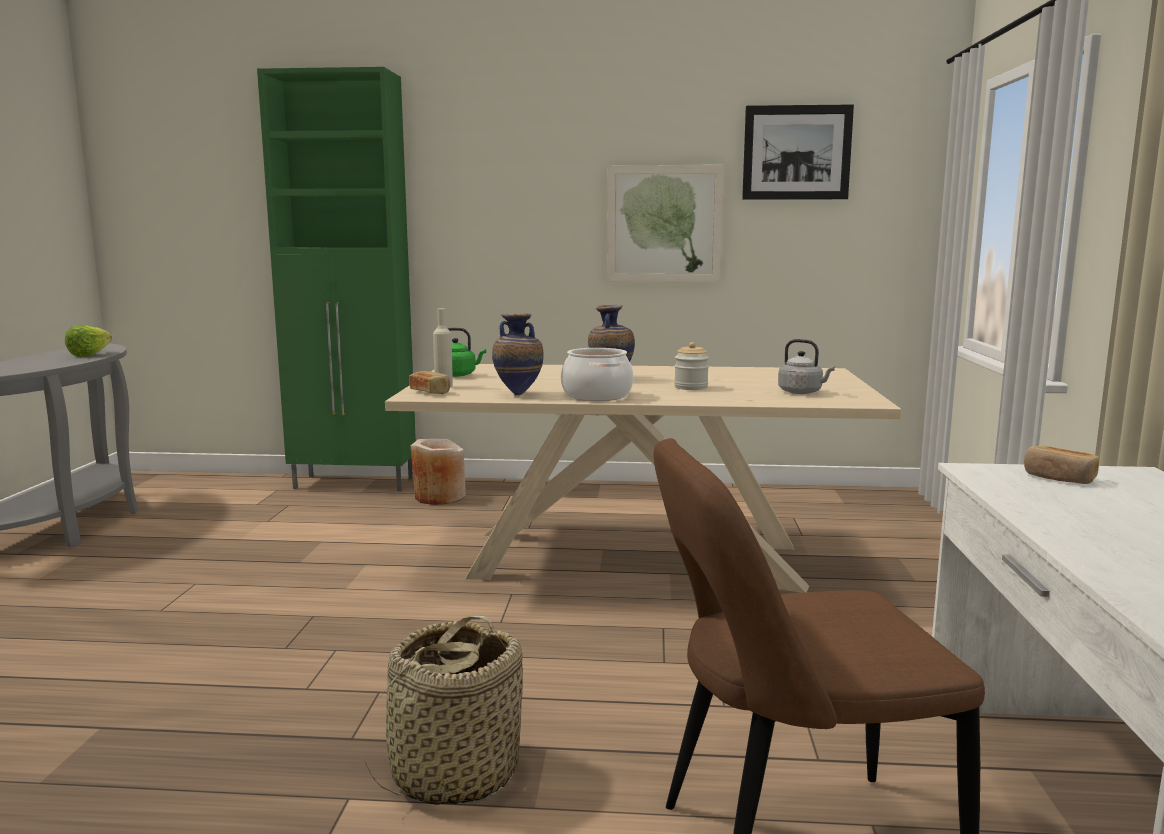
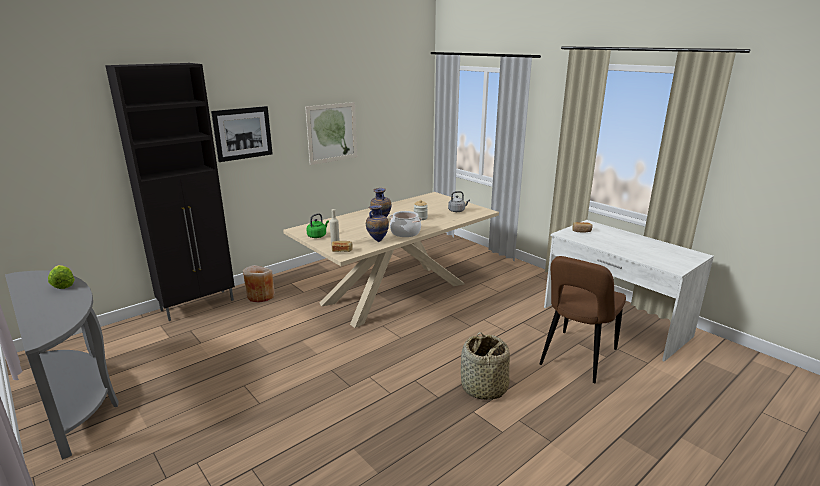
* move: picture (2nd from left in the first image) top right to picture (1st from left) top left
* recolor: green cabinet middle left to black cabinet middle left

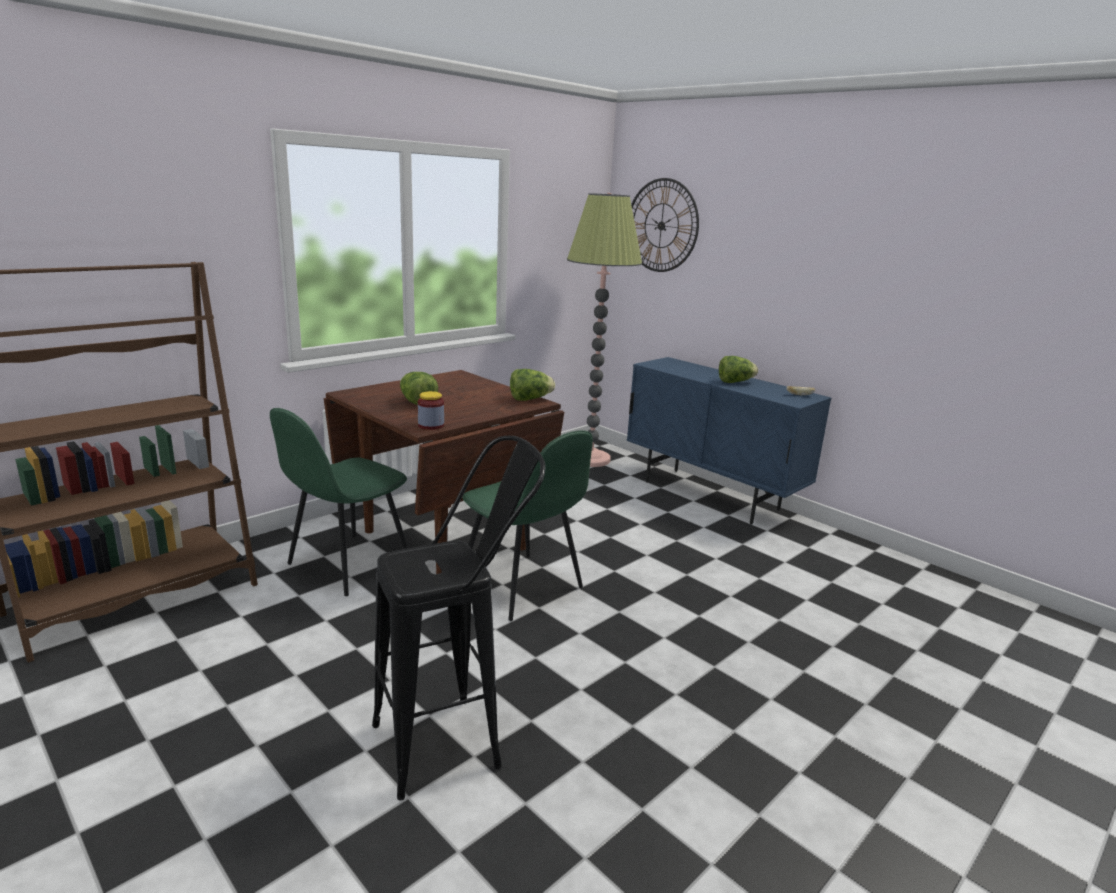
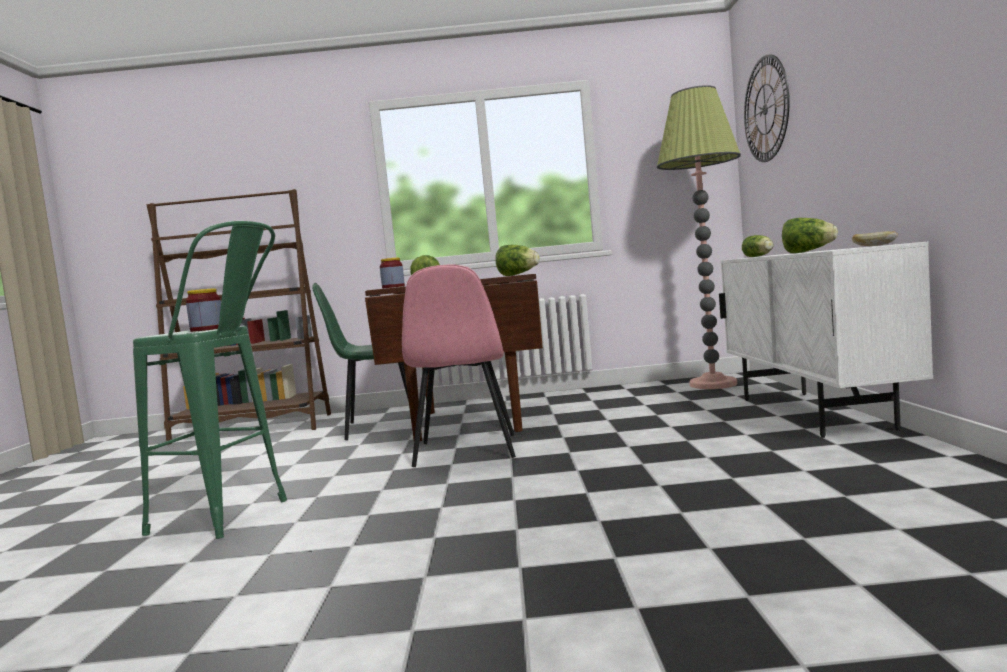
* insert: jar (1st from left) middle left
* insert: lettuce (3rd from left) middle right
* recolor: black stool bottom centre to green stool middle left
* recolor: green chair (2nd from left) centre to pink chair centre
* recolor: blue cabinet centre to white cabinet middle right

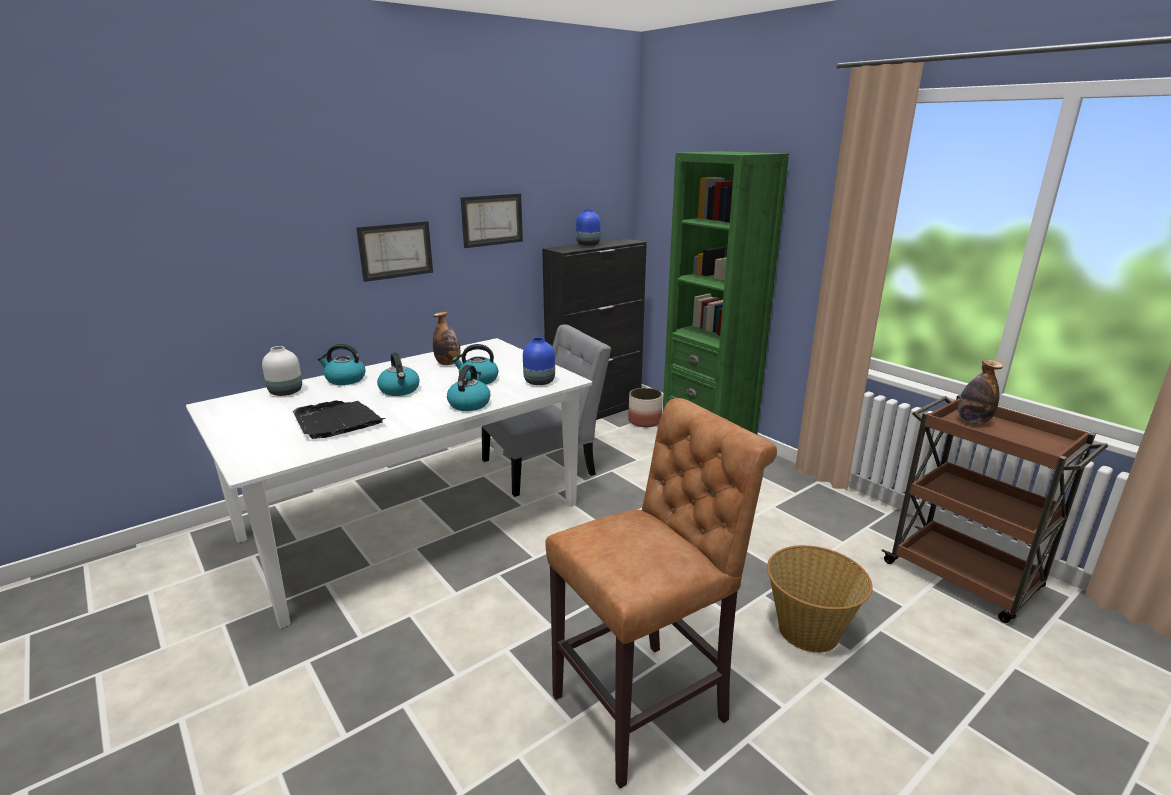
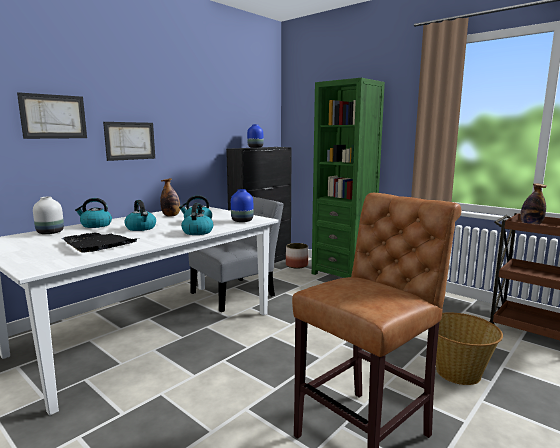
* move: picture (2nd from left in the first image) top centre to picture (1st from left) top left

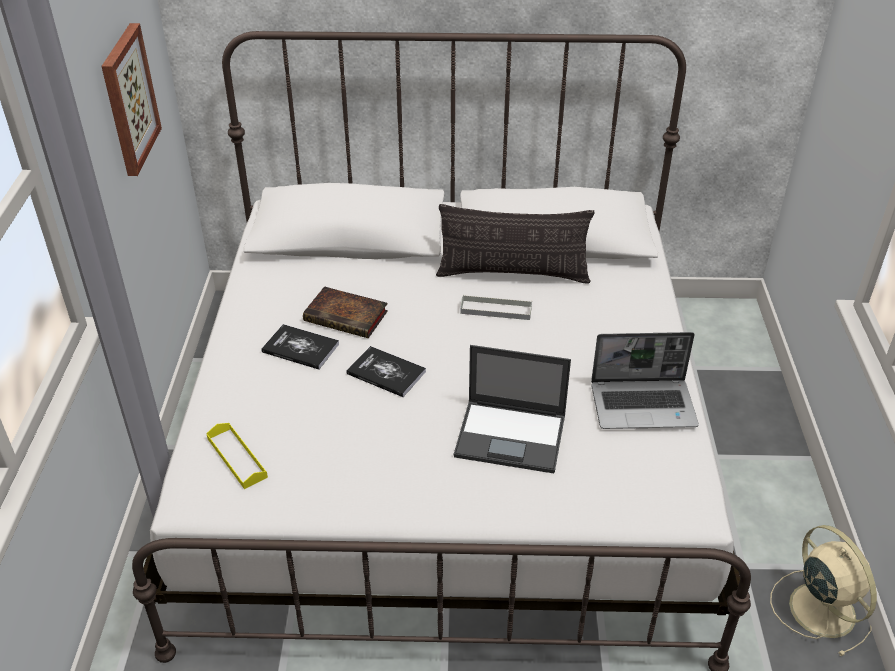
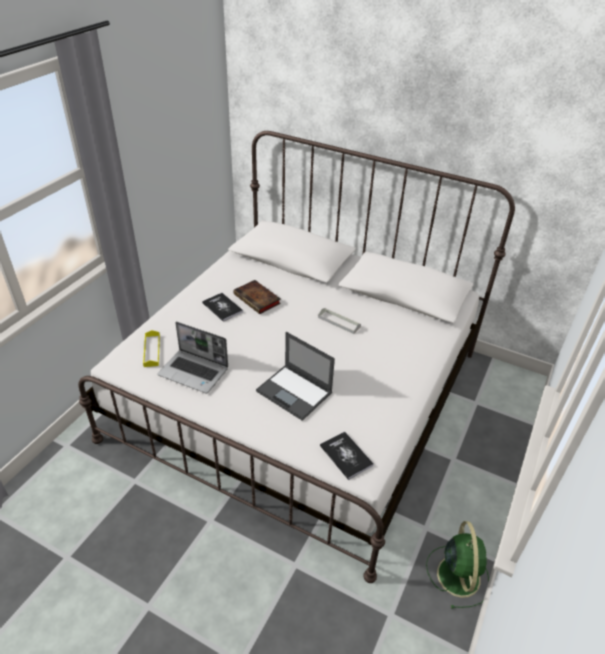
* delete: picture top left
* delete: pillow centre
* move: book (3rd from left) centre to bottom centre
* move: laptop (2nd from left in the first image) middle right to laptop (1st from left) middle left
* recolor: beige fan bottom right to green fan bottom right

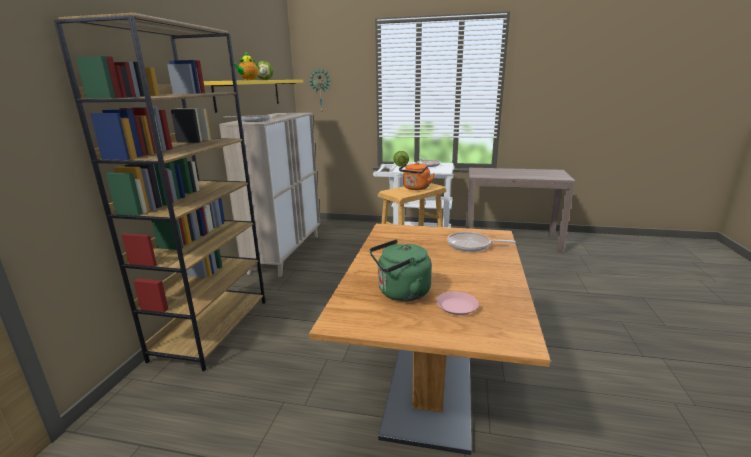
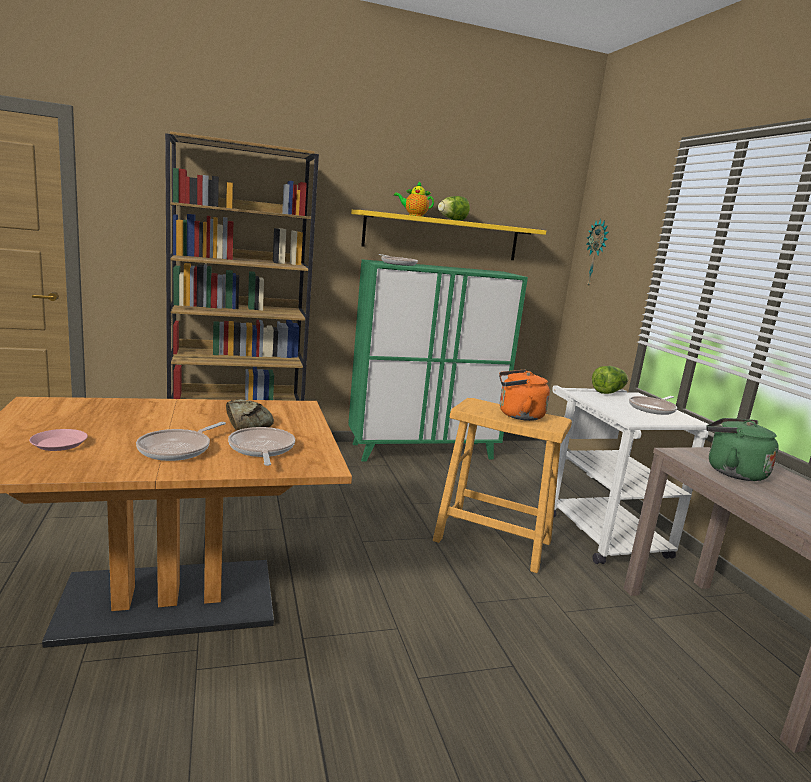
* insert: frying pan (1st from left) middle left
* insert: bread middle left
* move: green kettle centre to middle right
* recolor: beige cabinet centre to green cabinet centre

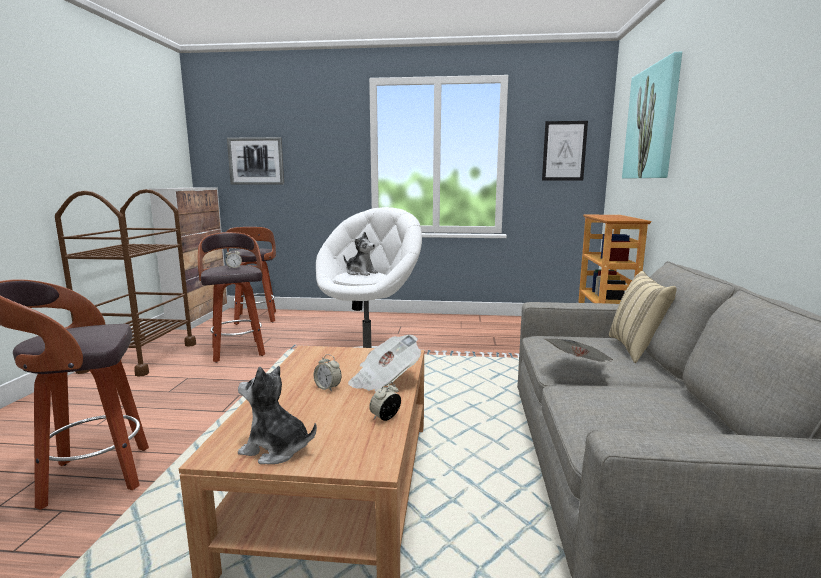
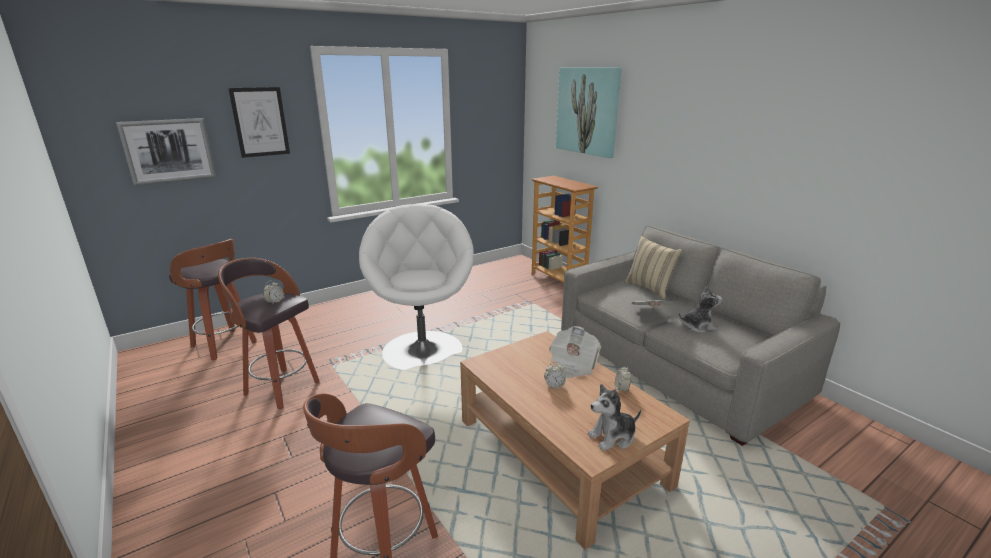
* delete: brown cart middle left
* delete: cabinet middle left
* move: plush toy (2nd from left) centre to middle right
* move: picture (2nd from left) top right to top left

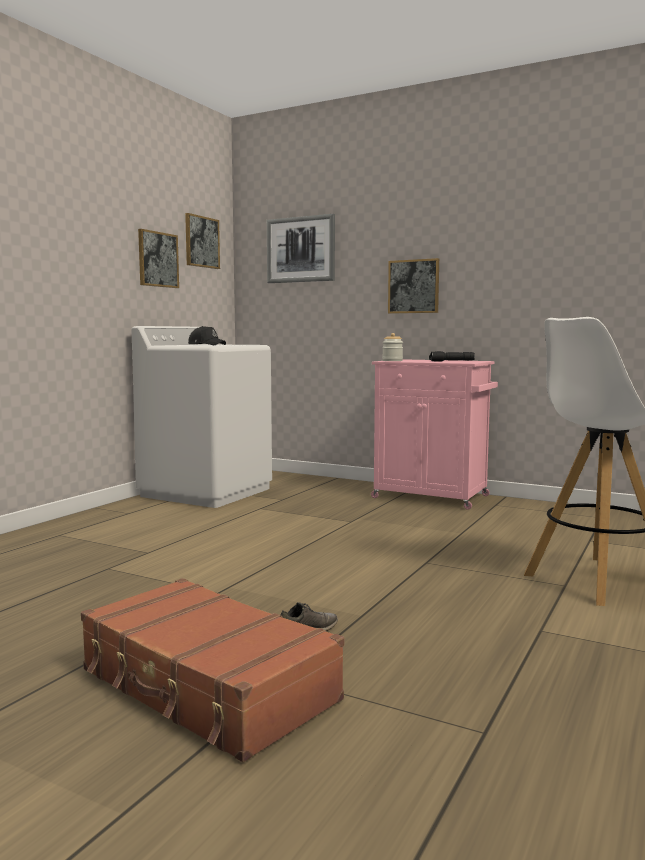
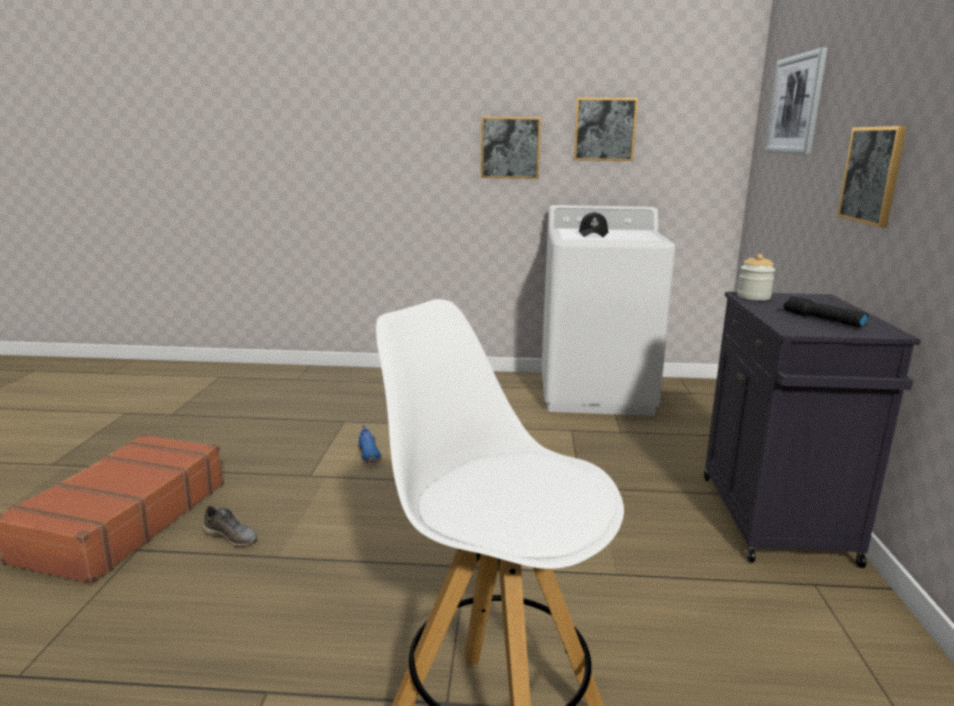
* insert: blue shoe centre
* move: picture (2nd from left in the first image) top left to picture (1st from left) top centre
* recolor: pink cabinet middle right to black cabinet middle right

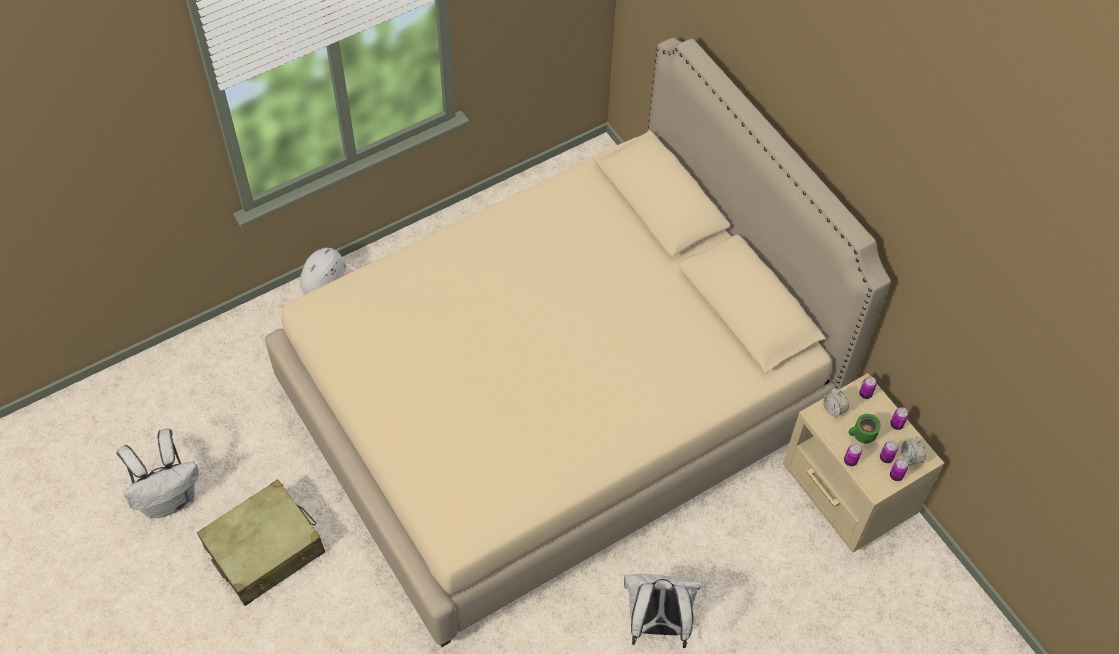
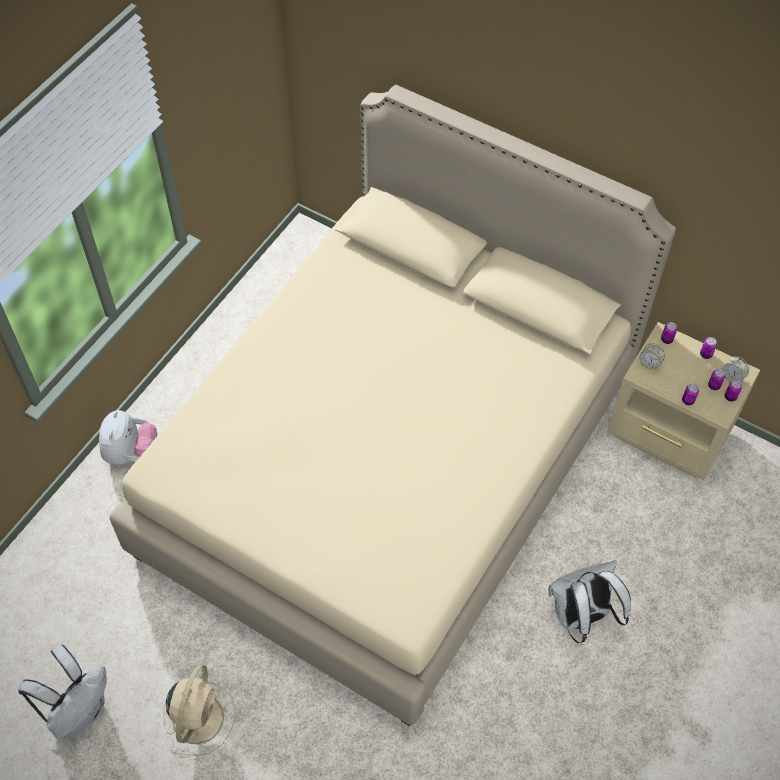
* delete: green mug middle right
* replace: beige suitcase bottom left to beige fan bottom left

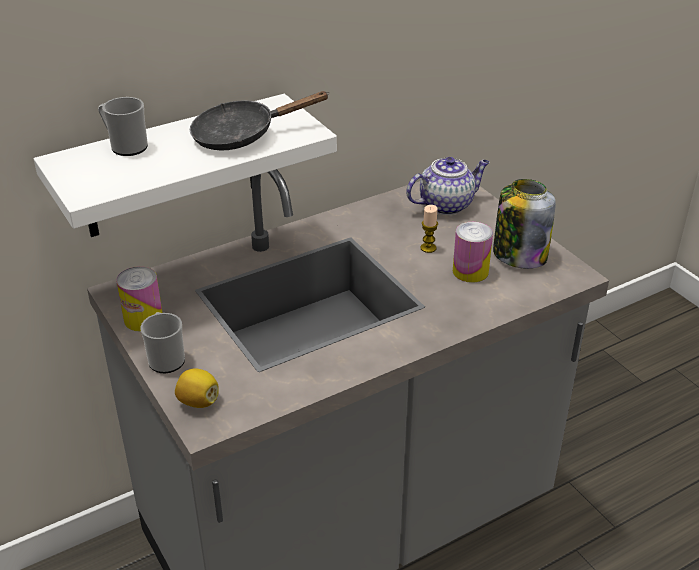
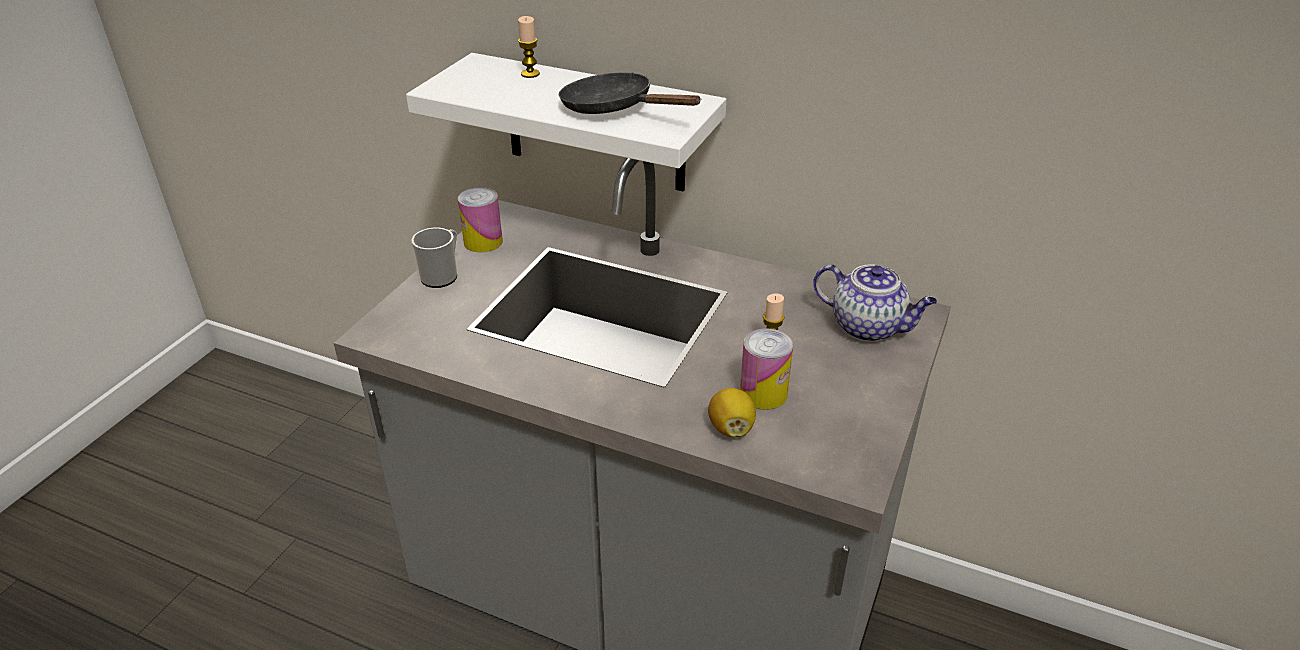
* delete: jar middle right
* move: lemon bottom left to centre
* replace: mug (1st from left) top left to candle (1st from left) top centre

